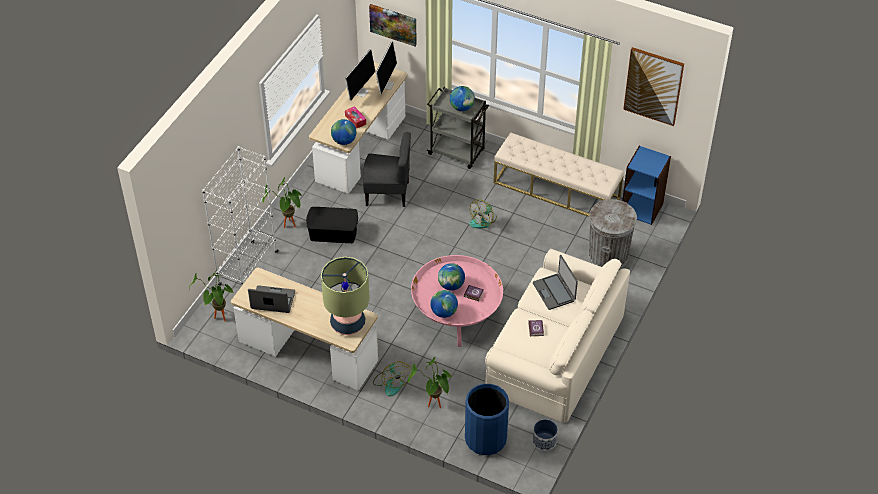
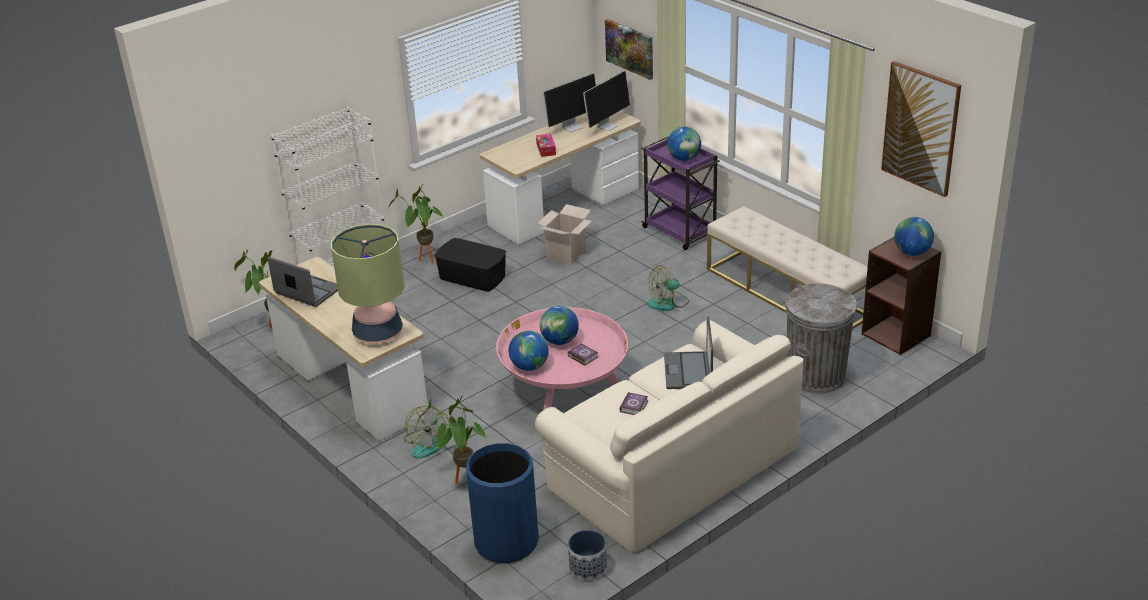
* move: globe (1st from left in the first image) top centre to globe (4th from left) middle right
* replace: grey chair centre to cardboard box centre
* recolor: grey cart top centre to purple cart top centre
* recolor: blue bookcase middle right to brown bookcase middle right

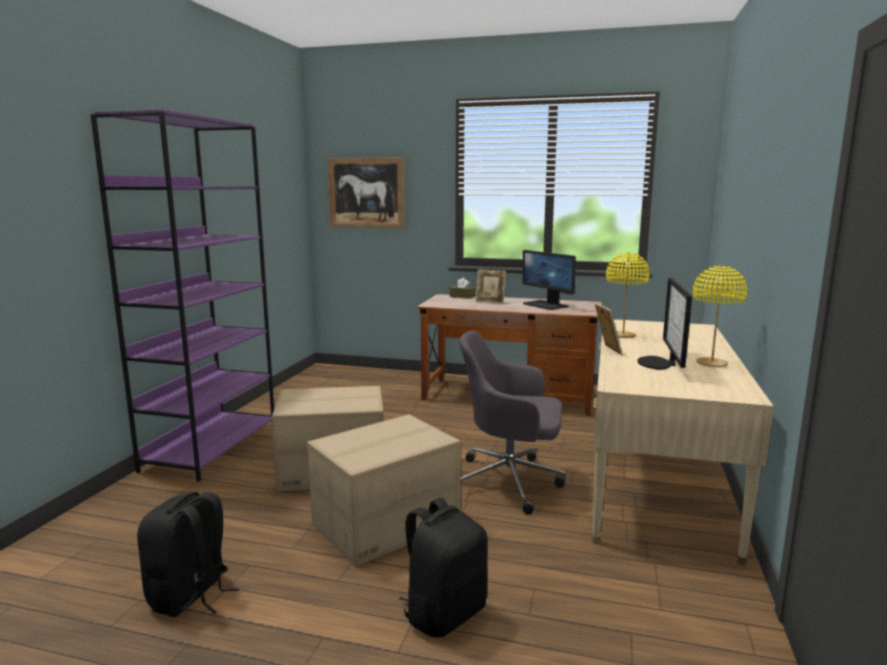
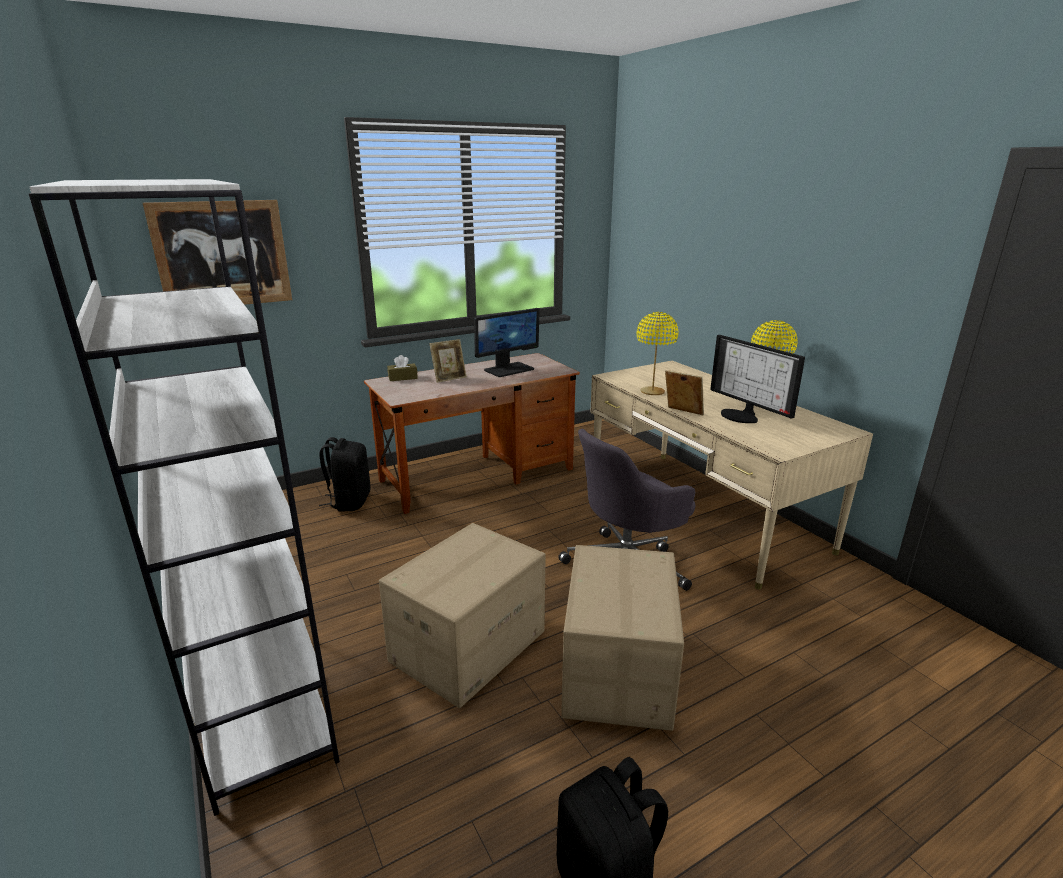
* move: black backpack (2nd from left in the first image) bottom centre to black backpack (1st from left) middle left
* recolor: purple bookcase middle left to white bookcase middle left
* rotate: monitor (1st from left) centre = centre 45 degrees counterclockwise

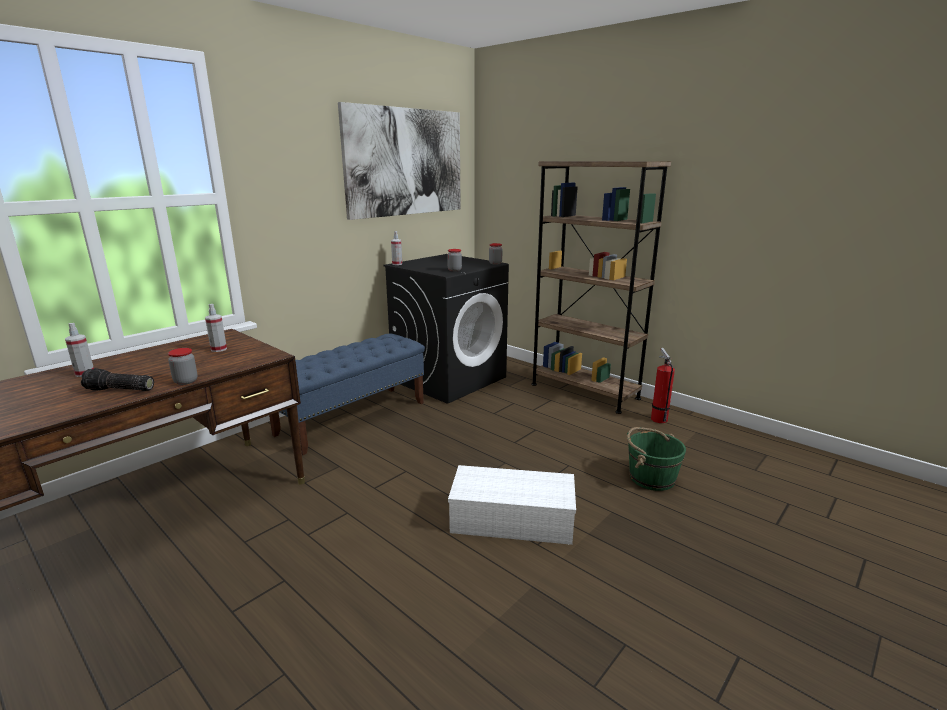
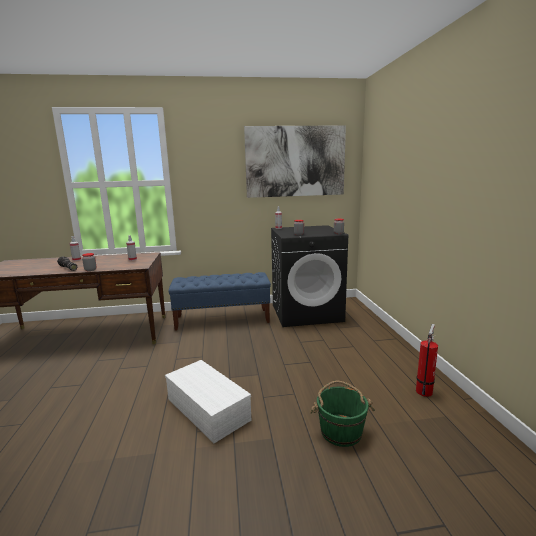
* delete: brown bookcase centre

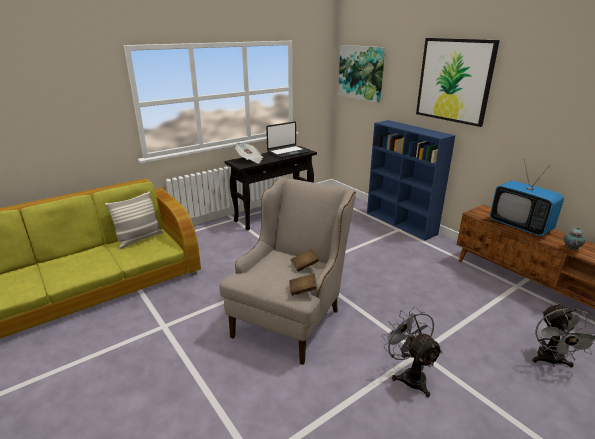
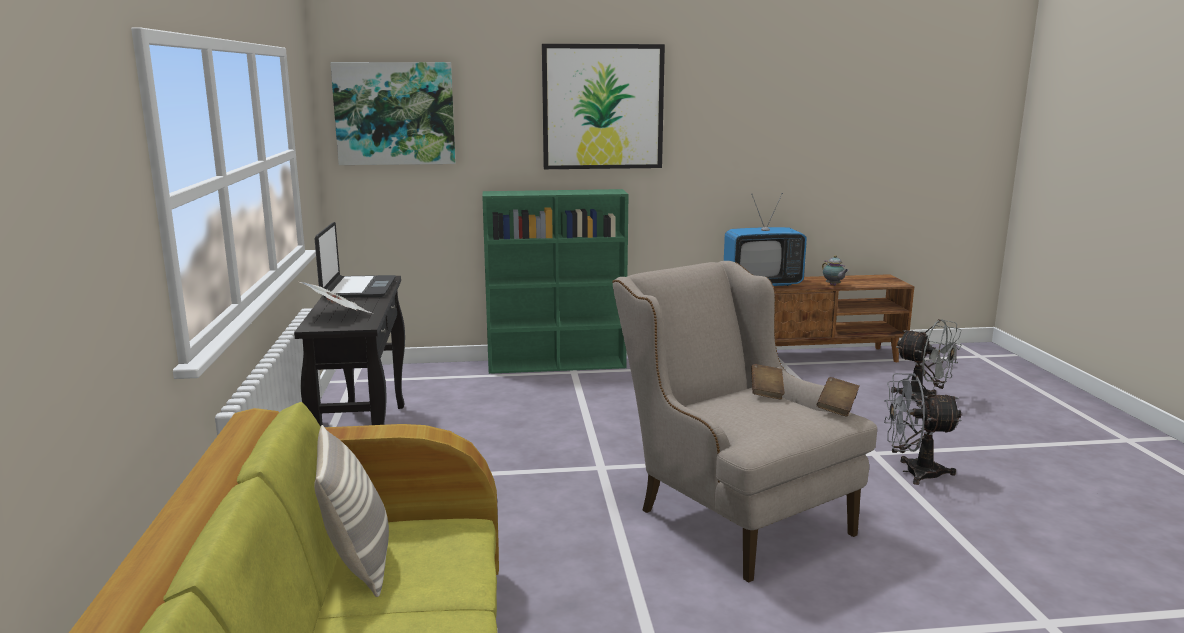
* recolor: blue bookcase middle right to green bookcase centre

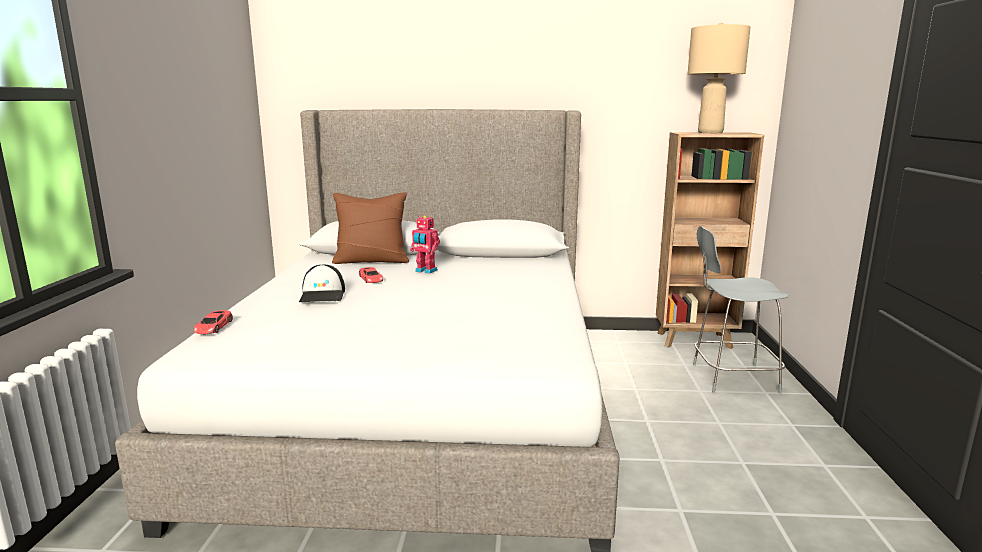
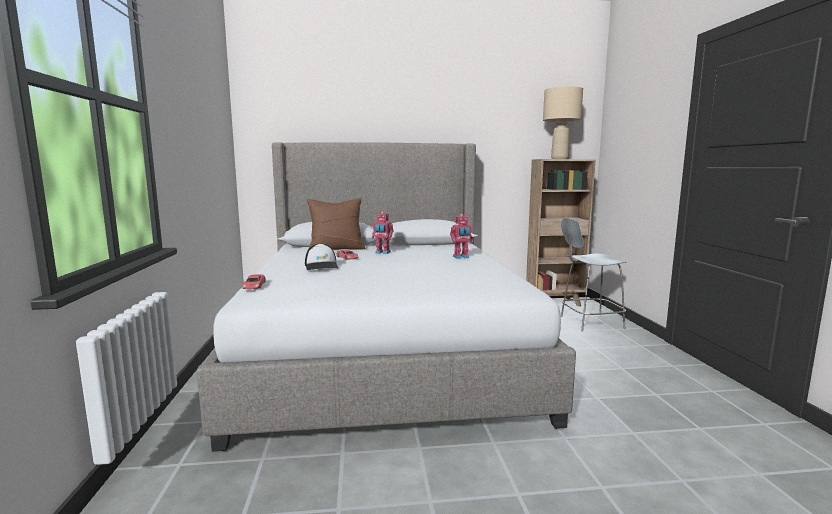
* insert: toy robot (2nd from left) centre

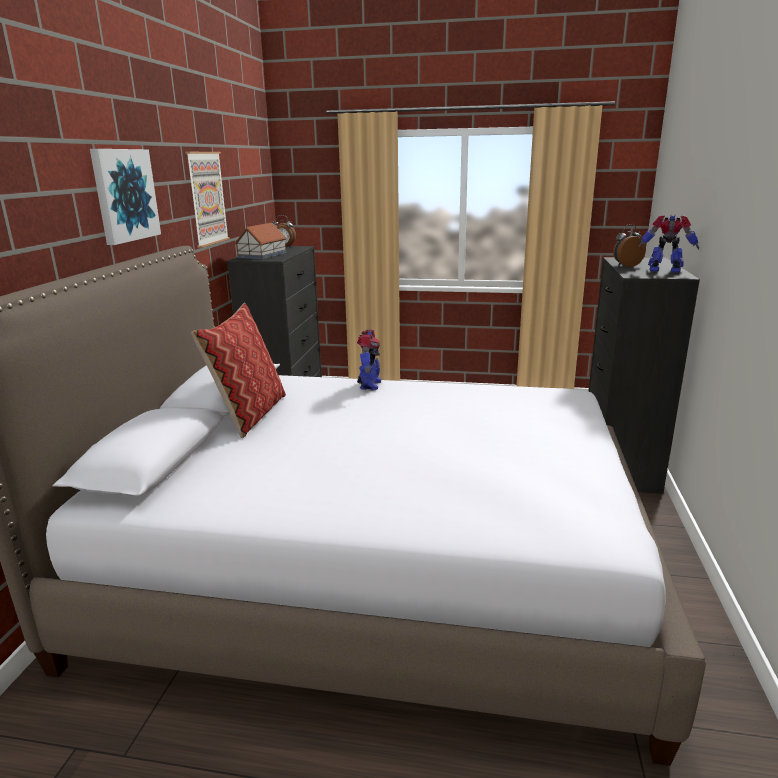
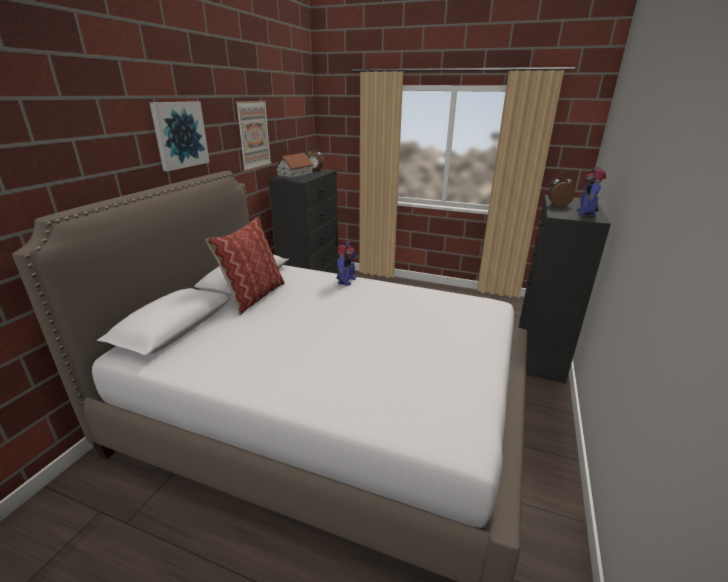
* rotate: toy robot (2nd from left) top right = top right 105 degrees counterclockwise

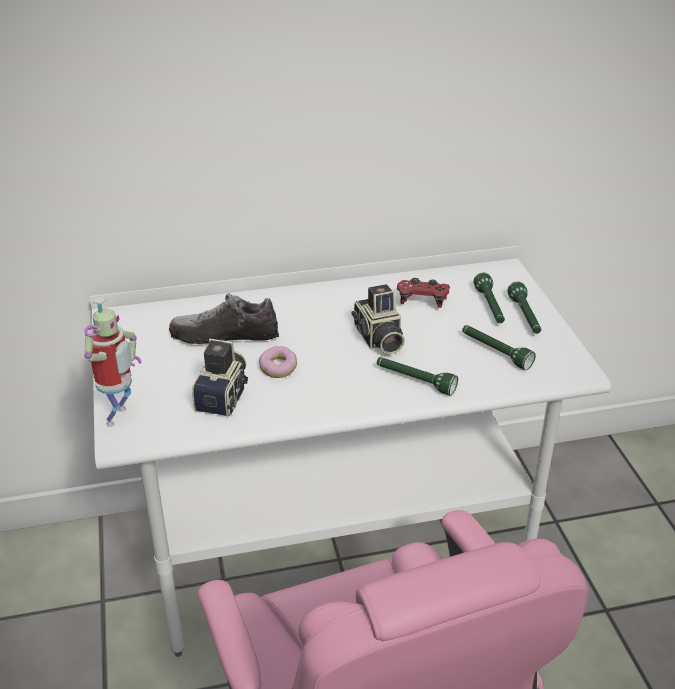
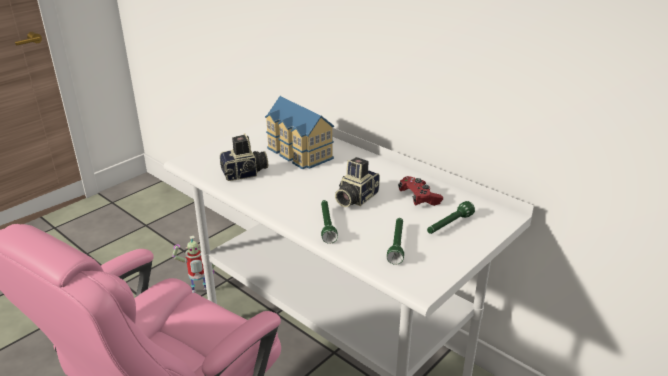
* delete: donut centre
* delete: green flashlight (4th from left) middle right
* move: toy robot middle left to bottom left
* replace: shoe middle left to toy house centre

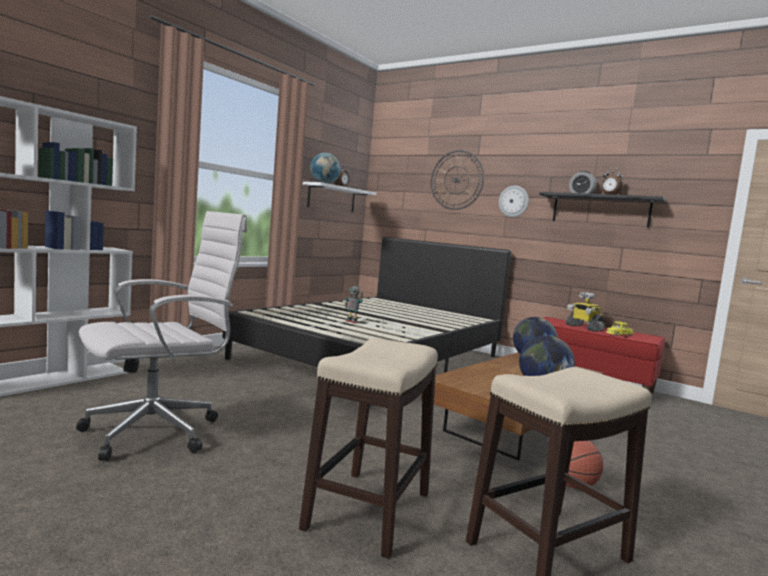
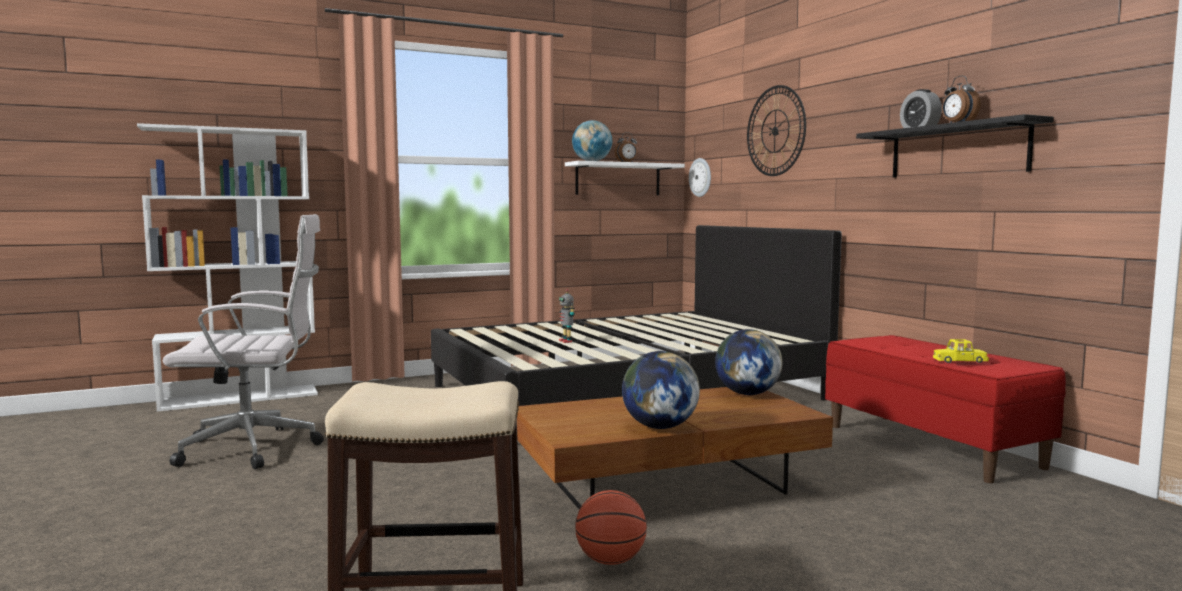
* delete: stool (1st from left) bottom centre
* delete: toy robot (2nd from left) middle right
* move: wall clock (2nd from left in the first image) middle right to wall clock (1st from left) top centre

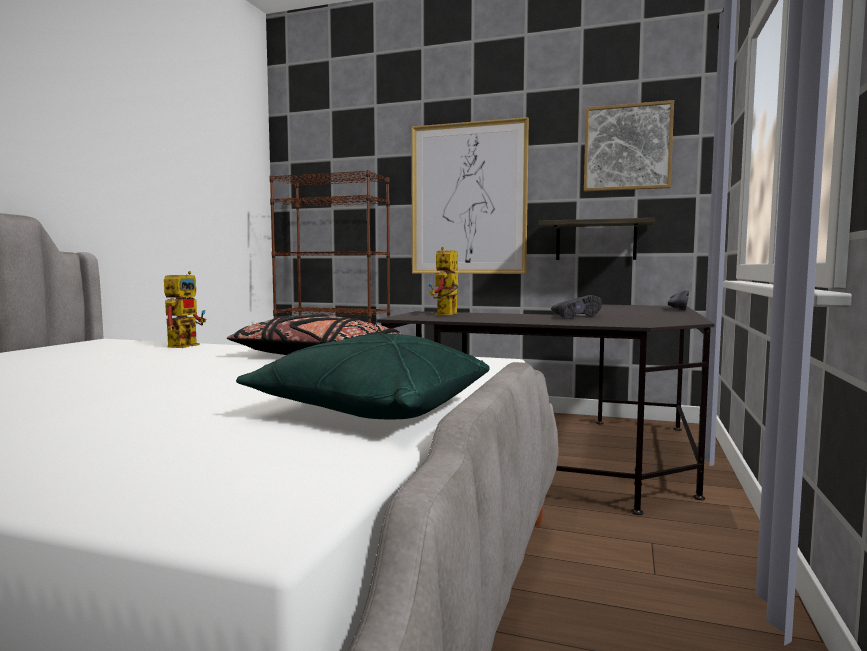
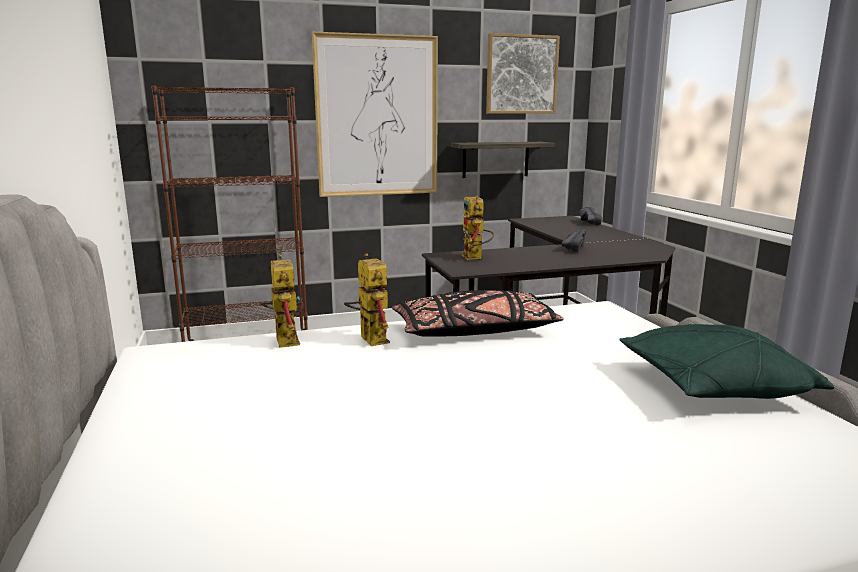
* insert: toy robot (2nd from left) centre

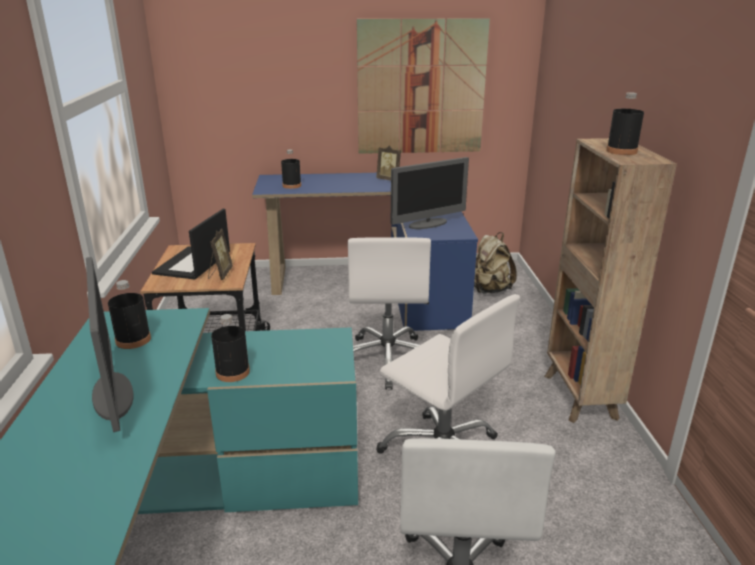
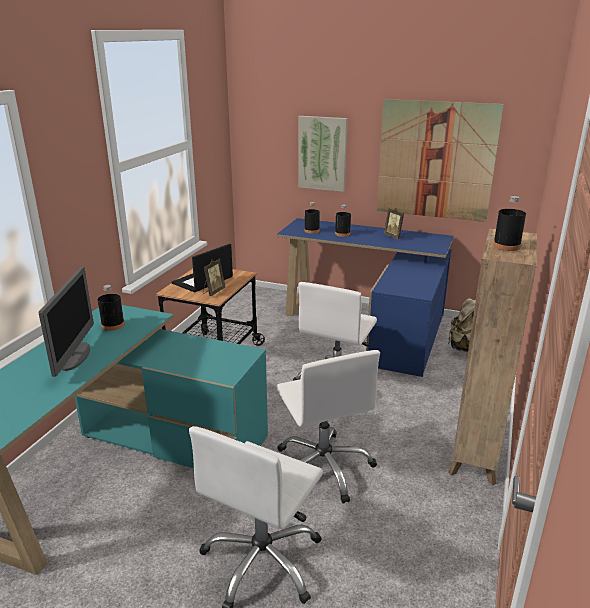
* delete: monitor (2nd from left) centre
* insert: picture (1st from left) top centre
* move: black bottle (2nd from left in the first image) middle left to black bottle (3rd from left) centre

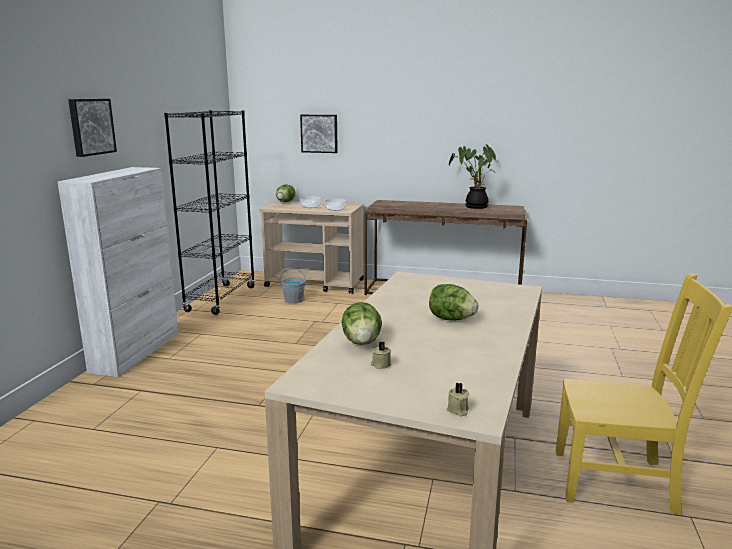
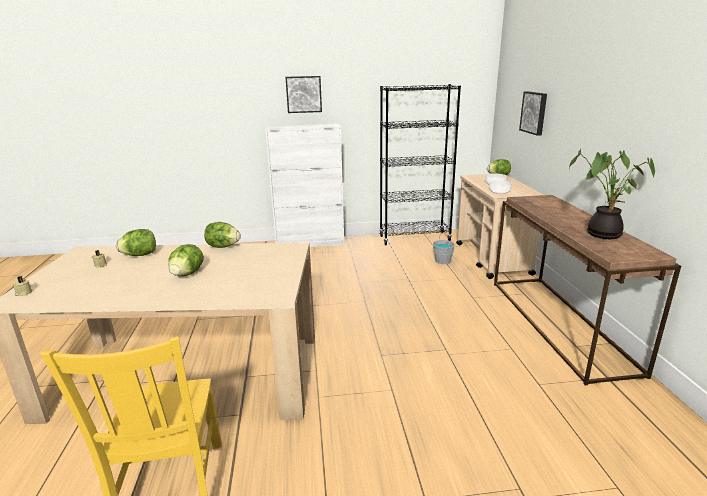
* insert: lettuce (3rd from left) middle left

